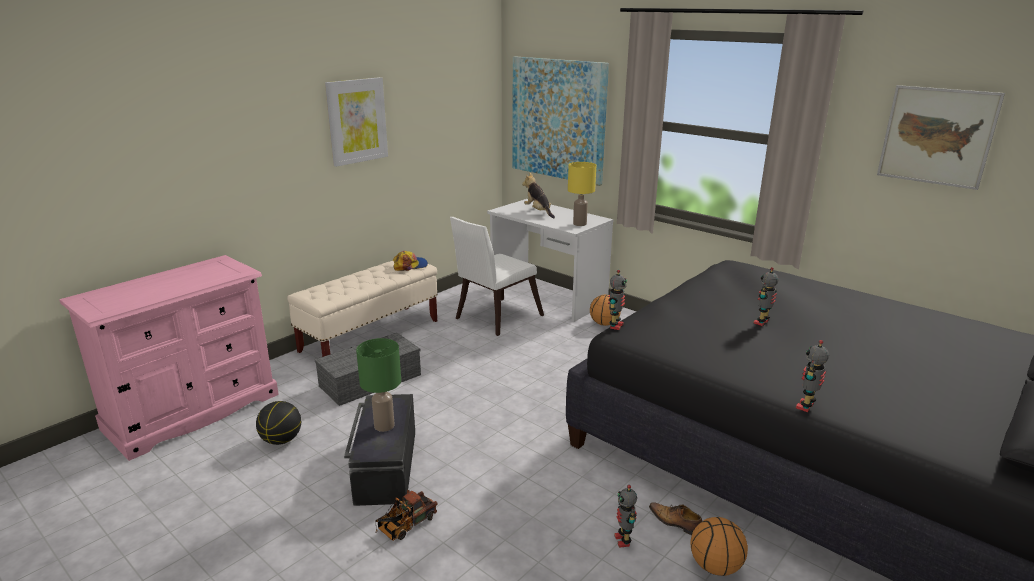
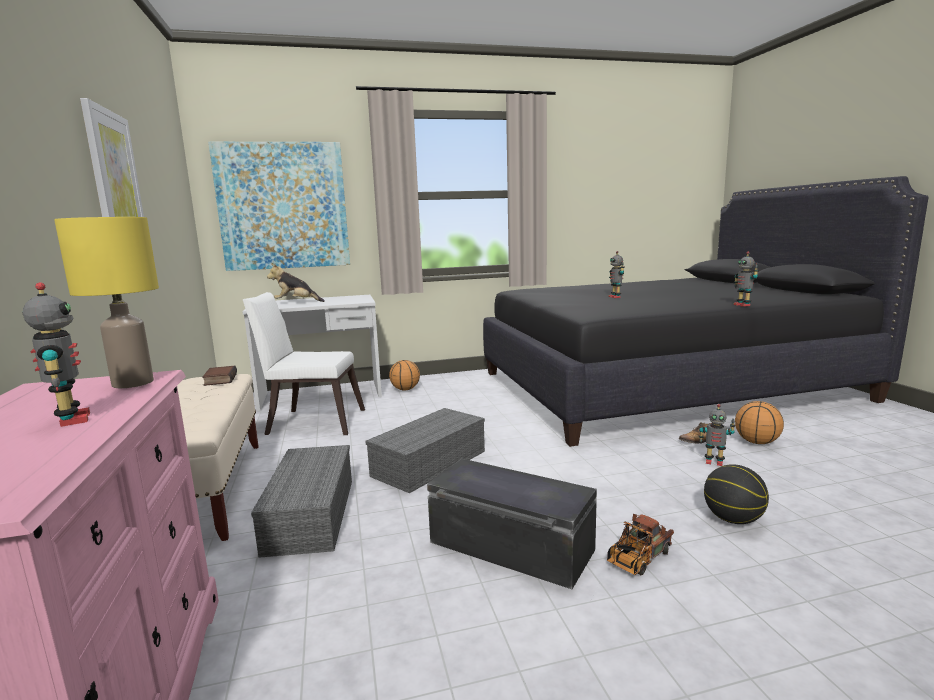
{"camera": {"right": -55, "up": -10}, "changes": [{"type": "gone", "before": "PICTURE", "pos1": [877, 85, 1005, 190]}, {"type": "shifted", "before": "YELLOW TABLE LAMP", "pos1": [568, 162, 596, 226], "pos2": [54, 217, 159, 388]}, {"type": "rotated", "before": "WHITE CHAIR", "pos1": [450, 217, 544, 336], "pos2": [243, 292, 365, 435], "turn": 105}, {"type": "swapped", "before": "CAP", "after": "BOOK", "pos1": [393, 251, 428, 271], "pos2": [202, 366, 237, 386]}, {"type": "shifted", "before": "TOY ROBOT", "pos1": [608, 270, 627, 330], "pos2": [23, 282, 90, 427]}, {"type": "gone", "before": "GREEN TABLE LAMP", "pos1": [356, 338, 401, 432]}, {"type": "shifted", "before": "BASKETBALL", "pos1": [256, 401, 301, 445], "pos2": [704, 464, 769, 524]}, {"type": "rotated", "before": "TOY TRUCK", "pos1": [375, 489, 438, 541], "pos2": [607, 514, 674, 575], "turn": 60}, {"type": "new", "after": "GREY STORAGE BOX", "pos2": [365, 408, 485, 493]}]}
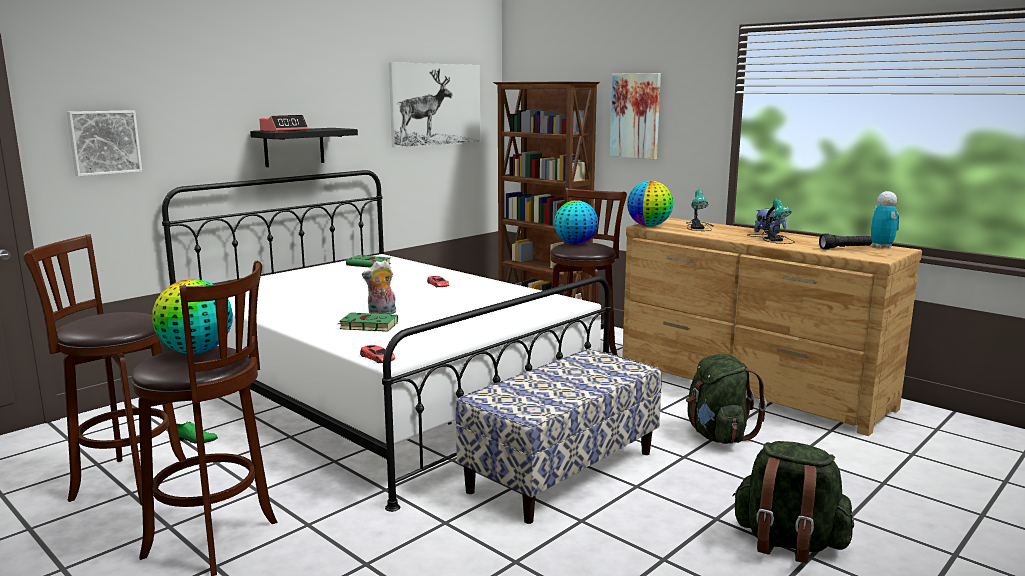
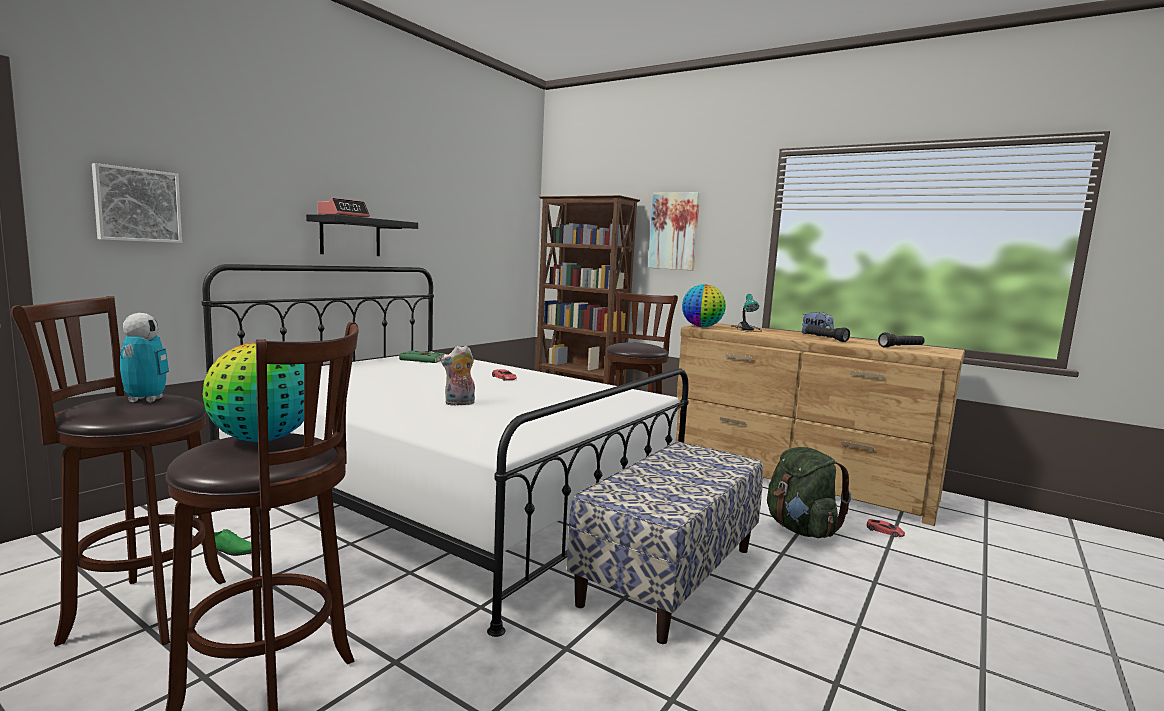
{"camera": {"right": -10, "up": -5}, "changes": [{"type": "gone", "before": "PICTURE", "pos1": [389, 62, 480, 147]}, {"type": "shifted", "before": "TOY ROBOT", "pos1": [871, 191, 899, 248], "pos2": [120, 313, 169, 403]}, {"type": "swapped", "before": "TABLE LAMP", "after": "BLACK FLASHLIGHT", "pos1": [747, 199, 795, 244], "pos2": [805, 325, 850, 342]}, {"type": "gone", "before": "GLOBE", "pos1": [554, 201, 598, 245]}, {"type": "gone", "before": "GREEN BOOK", "pos1": [338, 312, 398, 332]}, {"type": "shifted", "before": "RED TOY CAR", "pos1": [360, 345, 395, 363], "pos2": [867, 519, 905, 537]}, {"type": "gone", "before": "GREEN BACKPACK", "pos1": [732, 441, 854, 563]}]}
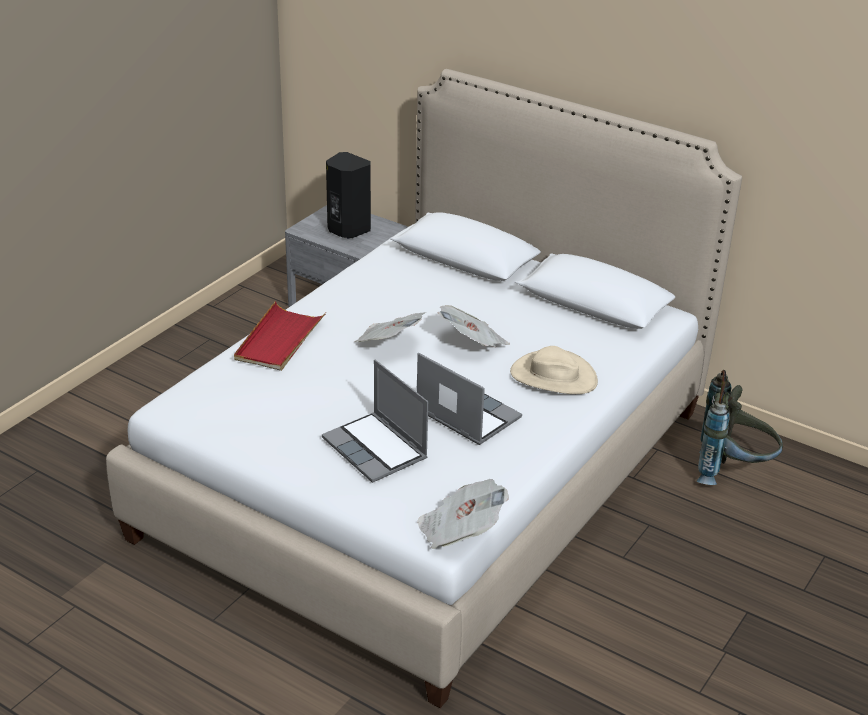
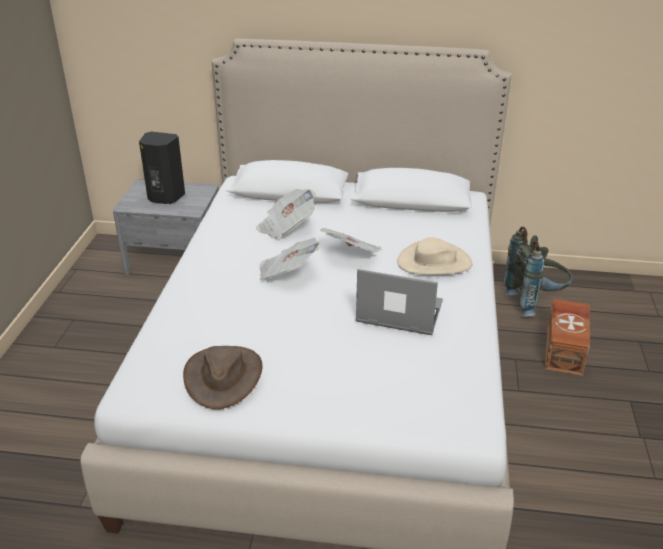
{"camera": {"right": -25, "up": 0}, "changes": [{"type": "gone", "before": "RED TRAY", "pos1": [234, 301, 326, 371]}, {"type": "gone", "before": "LAPTOP", "pos1": [322, 360, 428, 483]}, {"type": "shifted", "before": "NEWSPAPER", "pos1": [417, 479, 509, 549], "pos2": [256, 189, 316, 239]}, {"type": "new", "after": "BROWN STORAGE BOX", "pos2": [545, 299, 590, 376]}, {"type": "new", "after": "BROWN HAT", "pos2": [183, 346, 263, 409]}]}
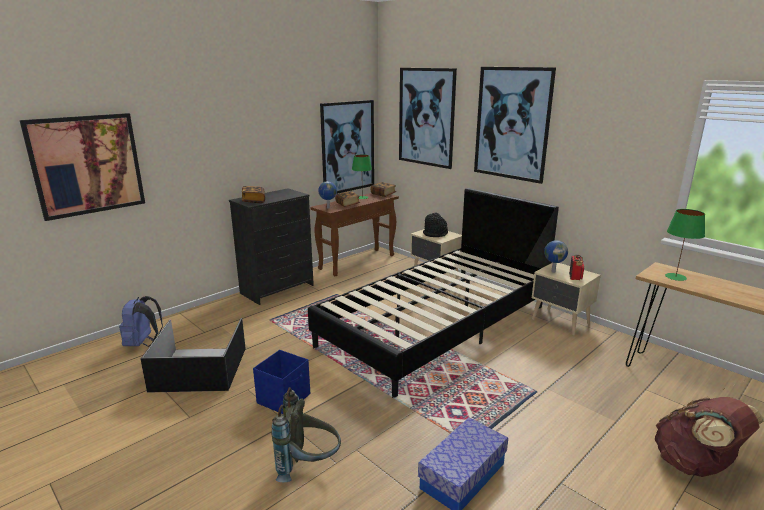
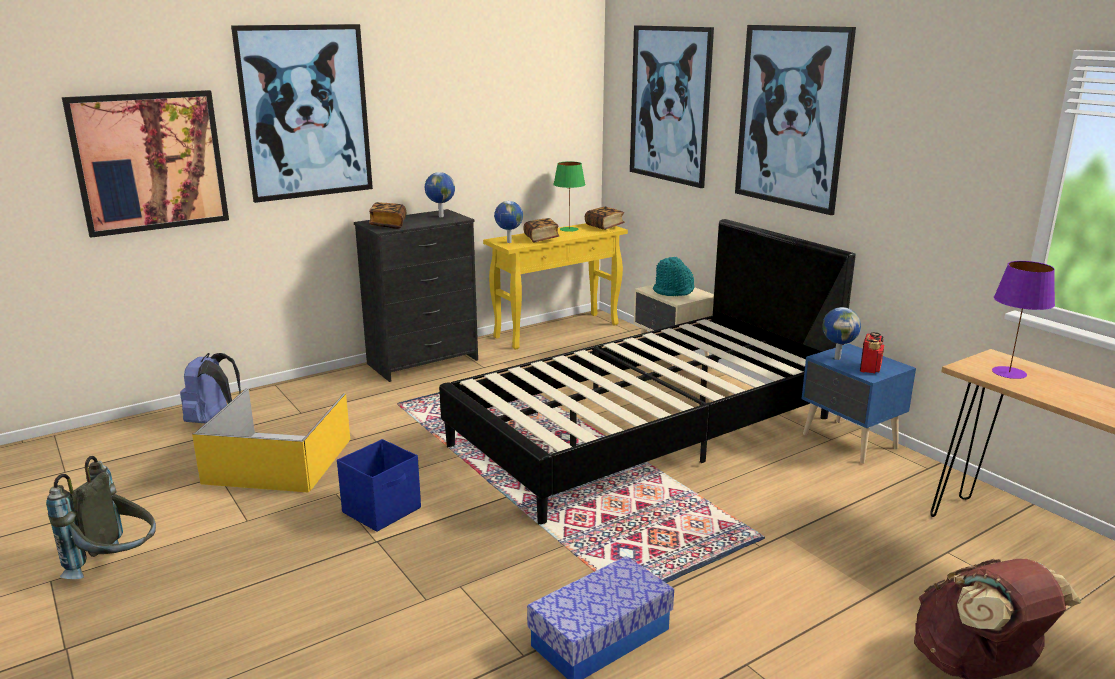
{"camera": {"right": 10, "up": 0}, "changes": [{"type": "shifted", "before": "PICTURE", "pos1": [320, 100, 374, 194], "pos2": [231, 24, 373, 203]}, {"type": "repainted", "before": "BROWN CONSOLE TABLE", "after": "YELLOW CONSOLE TABLE", "pos1": [310, 193, 399, 276], "pos2": [483, 223, 628, 350]}, {"type": "repainted", "before": "GREEN TABLE LAMP", "after": "PURPLE TABLE LAMP", "pos1": [665, 209, 705, 281], "pos2": [992, 261, 1055, 379]}, {"type": "repainted", "before": "BLACK HAT", "after": "TURQUOISE HAT", "pos1": [423, 212, 448, 237], "pos2": [653, 257, 694, 296]}, {"type": "repainted", "before": "BEIGE NIGHTSTAND", "after": "BLUE NIGHTSTAND", "pos1": [532, 263, 601, 335], "pos2": [801, 344, 916, 464]}, {"type": "repainted", "before": "BLACK STORAGE BOX", "after": "YELLOW STORAGE BOX", "pos1": [140, 318, 246, 393], "pos2": [192, 388, 350, 493]}, {"type": "shifted", "before": "GREY BACKPACK", "pos1": [271, 387, 341, 482], "pos2": [46, 456, 156, 579]}, {"type": "new", "after": "GLOBE", "pos2": [425, 172, 455, 217]}]}
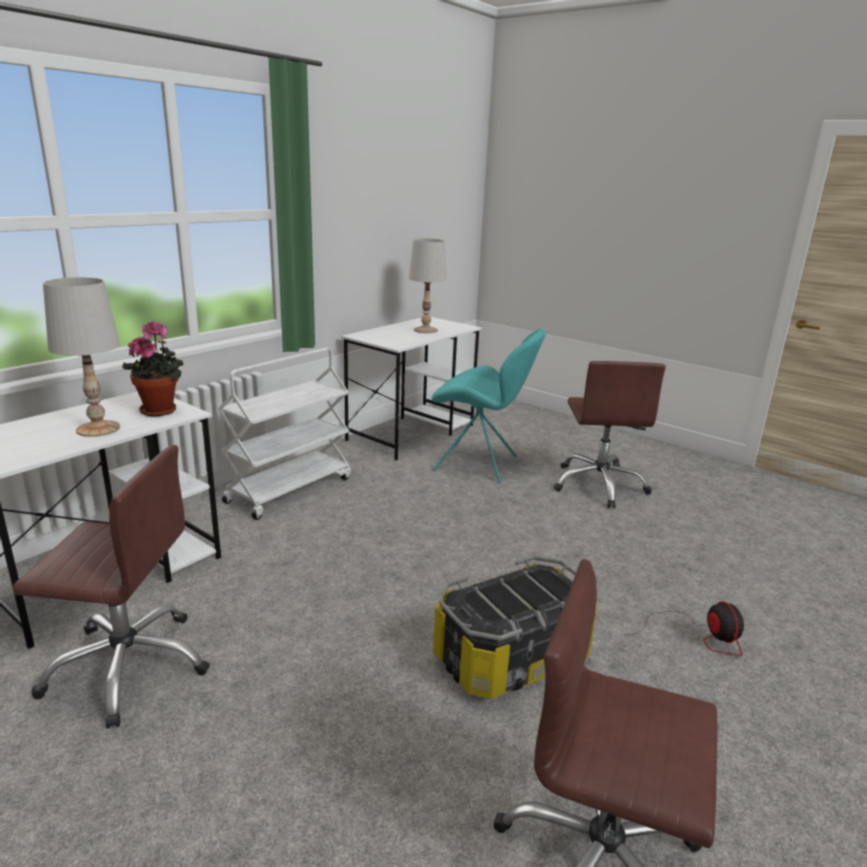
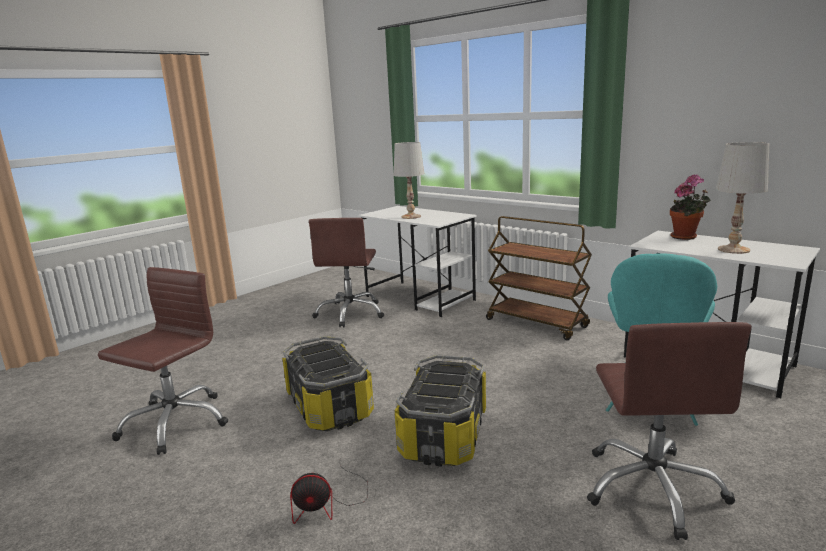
{"camera": {"right": 95, "up": -5}, "changes": [{"type": "shifted", "before": "POTTED PLANT", "pos1": [122, 321, 183, 417], "pos2": [670, 174, 711, 240]}, {"type": "repainted", "before": "WHITE CART", "after": "BROWN CART", "pos1": [218, 348, 351, 520], "pos2": [486, 216, 592, 340]}, {"type": "rotated", "before": "BROWN OFFICE CHAIR", "pos1": [553, 361, 666, 508], "pos2": [587, 322, 752, 540], "turn": -90}, {"type": "new", "after": "STORAGE BOX", "pos2": [395, 355, 486, 467]}]}
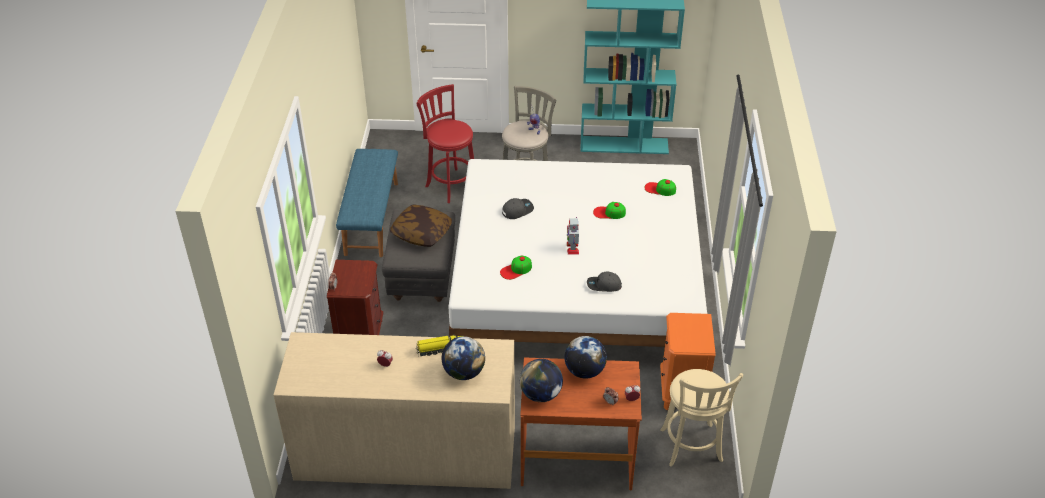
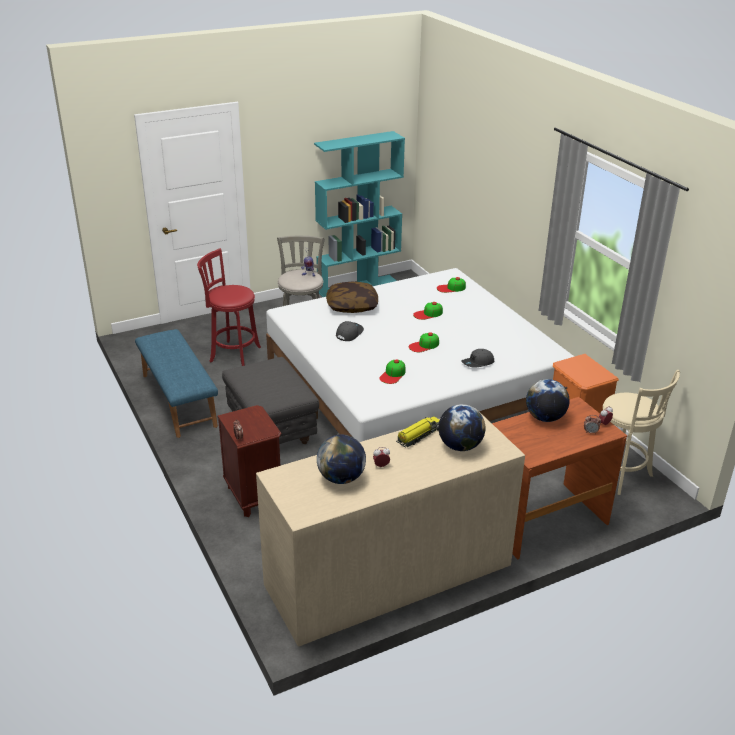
{"camera": {"right": -30, "up": -10}, "changes": [{"type": "shifted", "before": "PILLOW", "pos1": [390, 205, 452, 247], "pos2": [326, 282, 378, 313]}, {"type": "swapped", "before": "TOY ROBOT", "after": "CAP", "pos1": [567, 217, 579, 255], "pos2": [409, 332, 439, 352]}, {"type": "shifted", "before": "GLOBE", "pos1": [520, 359, 563, 402], "pos2": [317, 435, 366, 484]}]}
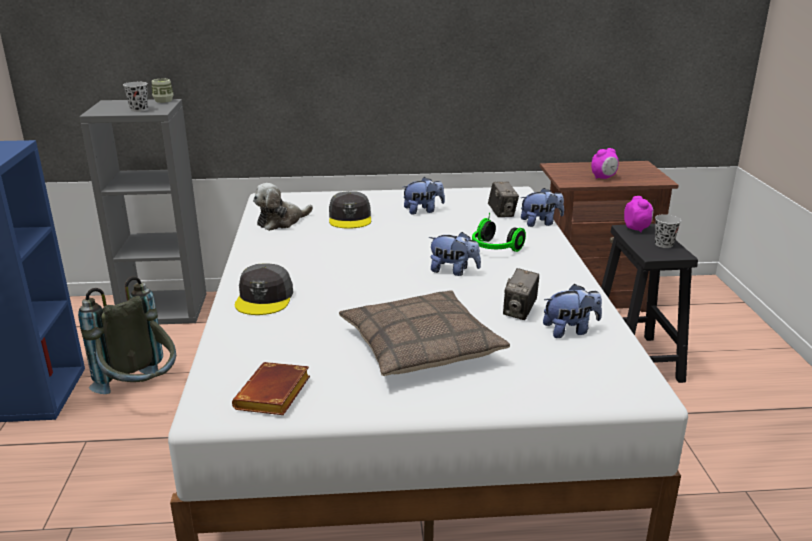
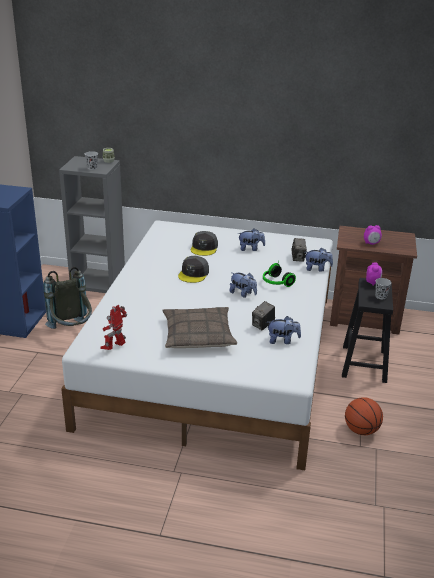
{"camera": {"right": 15, "up": 5}, "changes": [{"type": "gone", "before": "PLUSH TOY", "pos1": [253, 183, 313, 231]}, {"type": "shifted", "before": "GREY CAP", "pos1": [235, 263, 293, 315], "pos2": [178, 256, 209, 283]}, {"type": "swapped", "before": "BROWN BOOK", "after": "TOY ROBOT", "pos1": [232, 362, 310, 415], "pos2": [101, 305, 127, 350]}, {"type": "new", "after": "BASKETBALL", "pos2": [345, 397, 383, 435]}]}
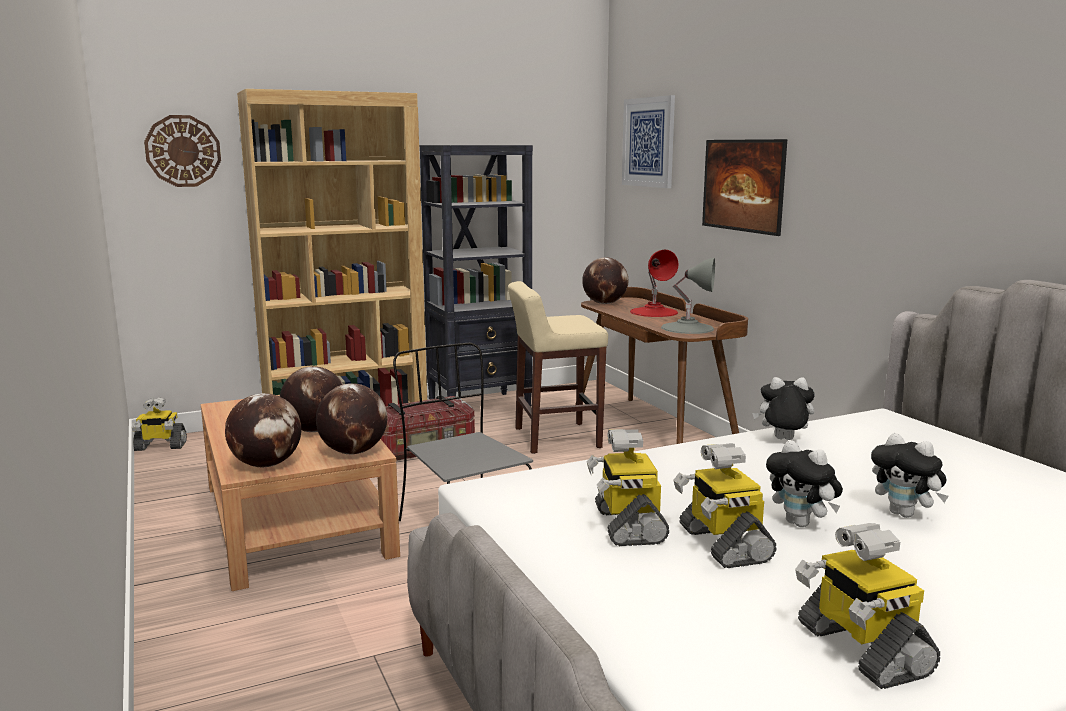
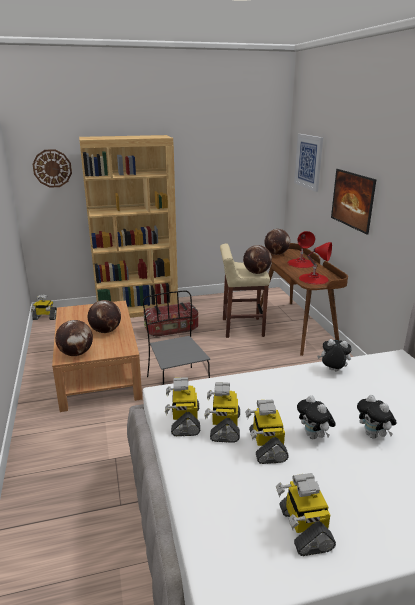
{"camera": {"right": 10, "up": 10}, "changes": [{"type": "gone", "before": "BLACK BOOKCASE", "pos1": [420, 145, 533, 407]}, {"type": "repainted", "before": "GREY TABLE LAMP", "after": "RED TABLE LAMP", "pos1": [661, 258, 715, 334], "pos2": [299, 242, 332, 284]}, {"type": "shifted", "before": "GLOBE", "pos1": [316, 383, 388, 454], "pos2": [243, 245, 272, 274]}, {"type": "new", "after": "TOY ROBOT", "pos2": [165, 377, 200, 436]}]}
